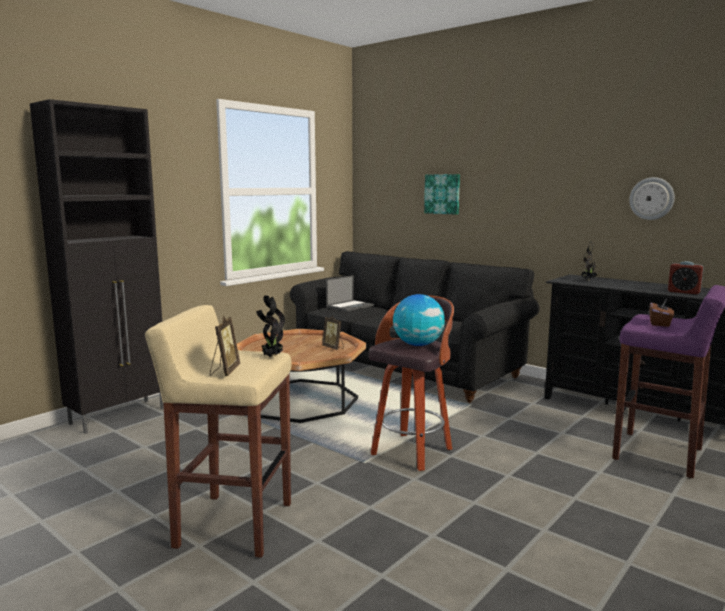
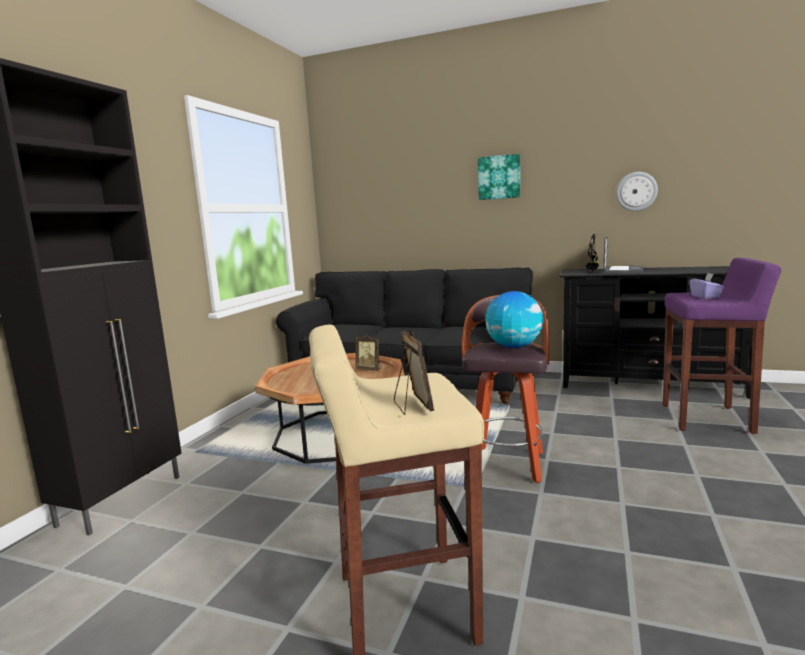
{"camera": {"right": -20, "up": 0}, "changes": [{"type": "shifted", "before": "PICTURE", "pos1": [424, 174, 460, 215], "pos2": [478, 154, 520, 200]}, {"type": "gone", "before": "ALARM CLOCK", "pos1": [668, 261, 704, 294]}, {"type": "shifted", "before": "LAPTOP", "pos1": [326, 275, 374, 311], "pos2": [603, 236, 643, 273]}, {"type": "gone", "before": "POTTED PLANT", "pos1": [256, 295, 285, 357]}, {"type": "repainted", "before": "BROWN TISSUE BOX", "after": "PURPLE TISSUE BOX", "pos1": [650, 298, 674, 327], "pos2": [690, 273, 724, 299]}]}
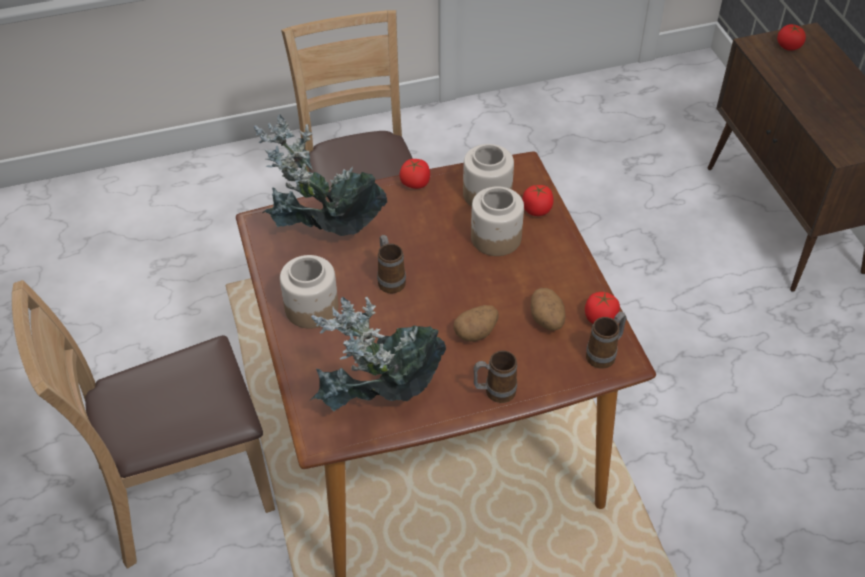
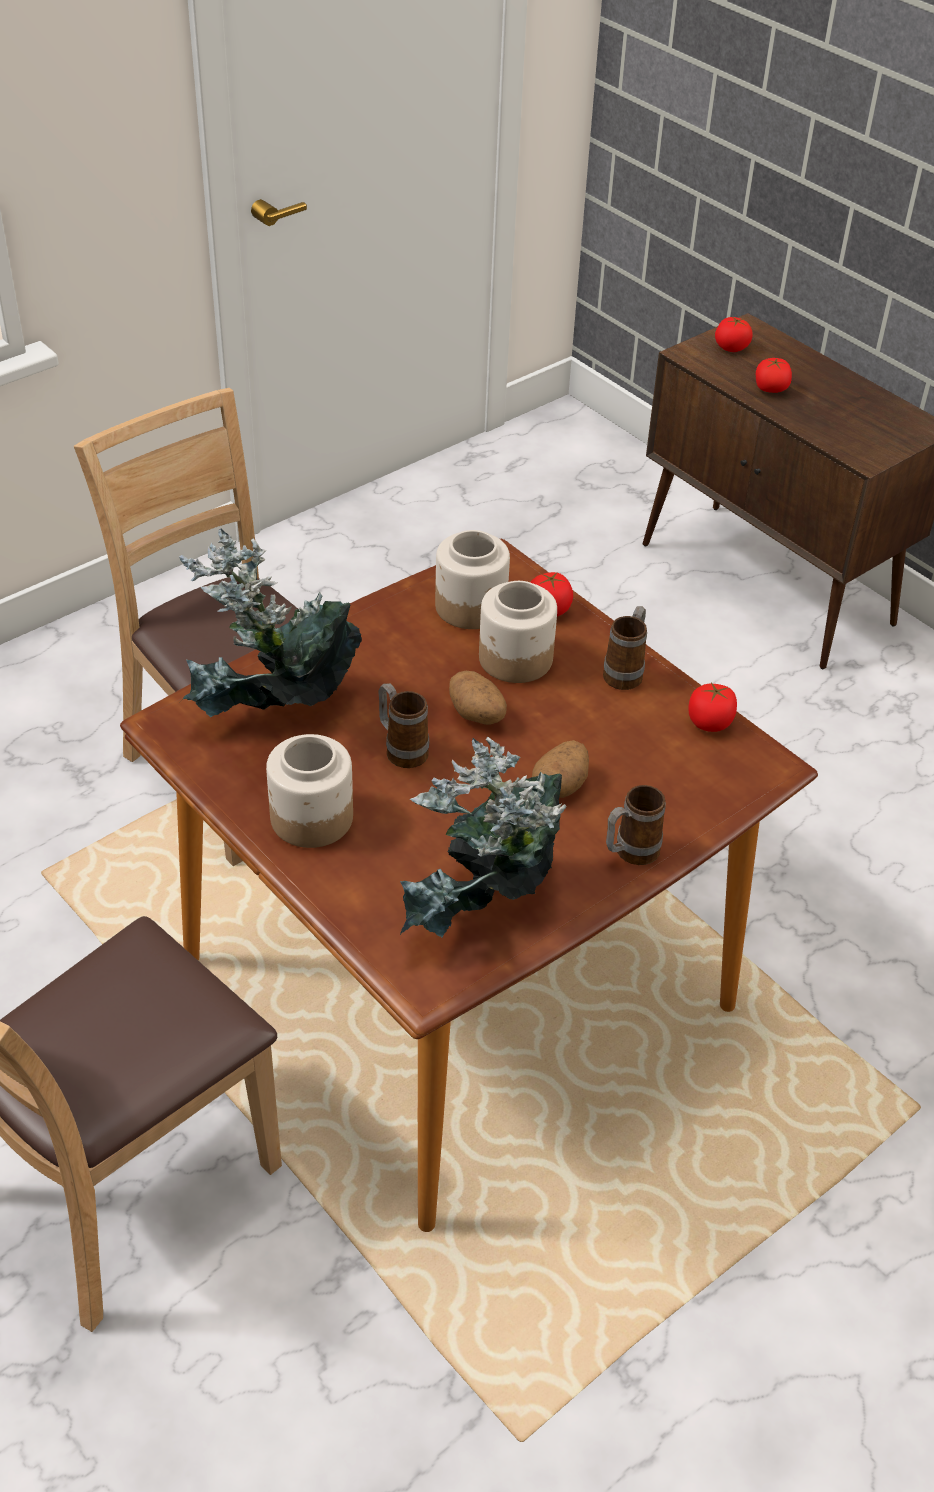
{"camera": {"right": -25, "up": -5}, "changes": [{"type": "shifted", "before": "TOMATO", "pos1": [399, 159, 430, 189], "pos2": [756, 358, 792, 393]}, {"type": "shifted", "before": "POTATO", "pos1": [531, 288, 566, 331], "pos2": [449, 671, 507, 725]}, {"type": "shifted", "before": "MUG", "pos1": [586, 312, 627, 369], "pos2": [603, 606, 647, 690]}]}
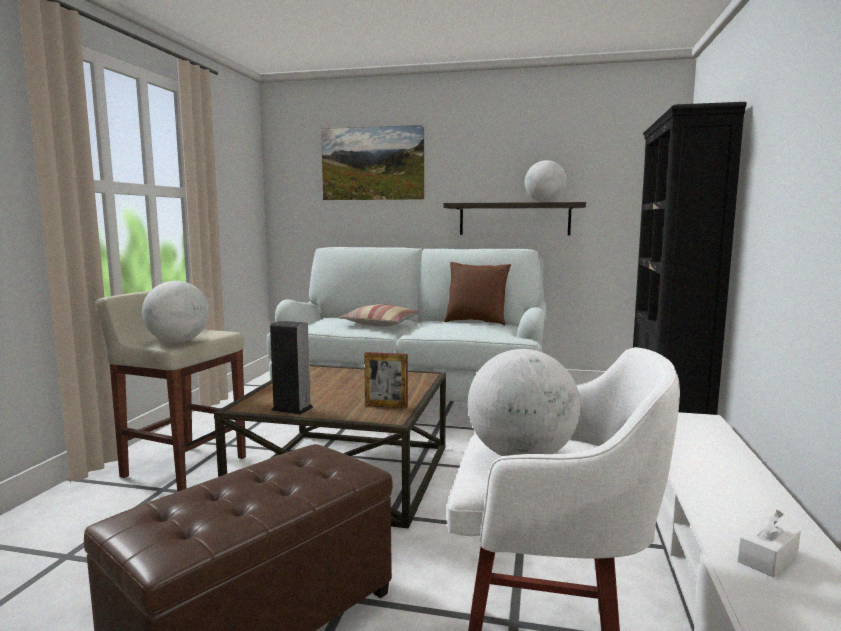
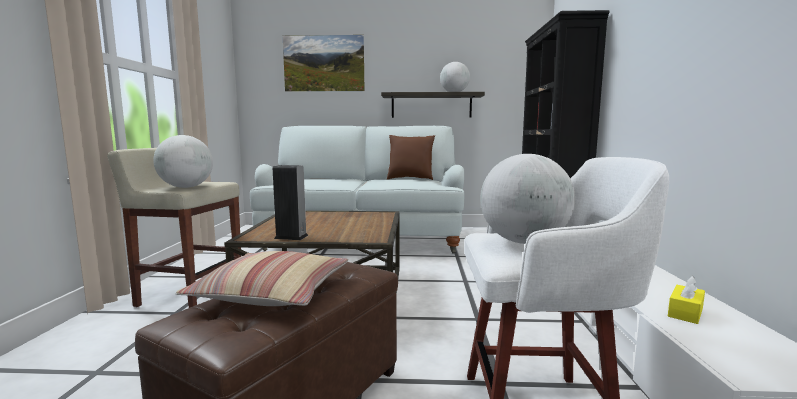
{"camera": {"right": -10, "up": 0}, "changes": [{"type": "shifted", "before": "PILLOW", "pos1": [339, 304, 420, 327], "pos2": [176, 251, 348, 306]}, {"type": "gone", "before": "PICTURE FRAME", "pos1": [364, 352, 408, 408]}, {"type": "repainted", "before": "WHITE TISSUE BOX", "after": "YELLOW TISSUE BOX", "pos1": [738, 510, 801, 577], "pos2": [668, 276, 705, 324]}]}
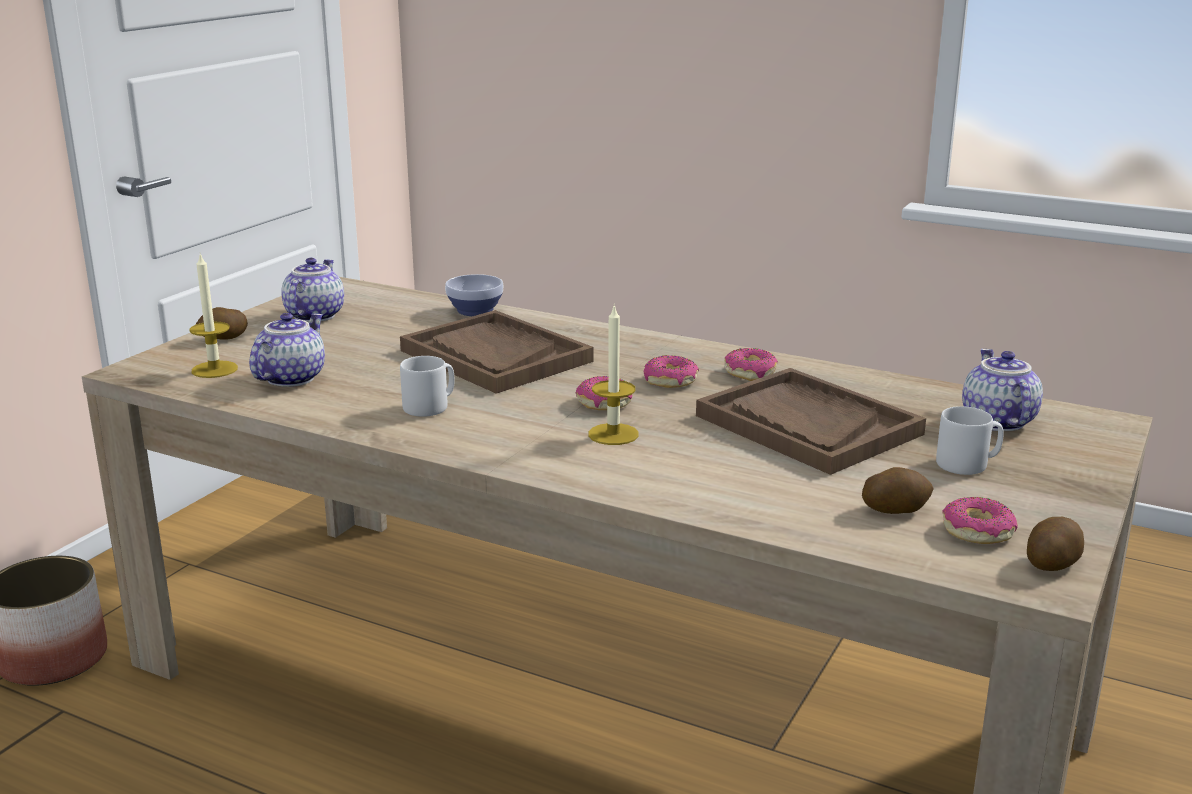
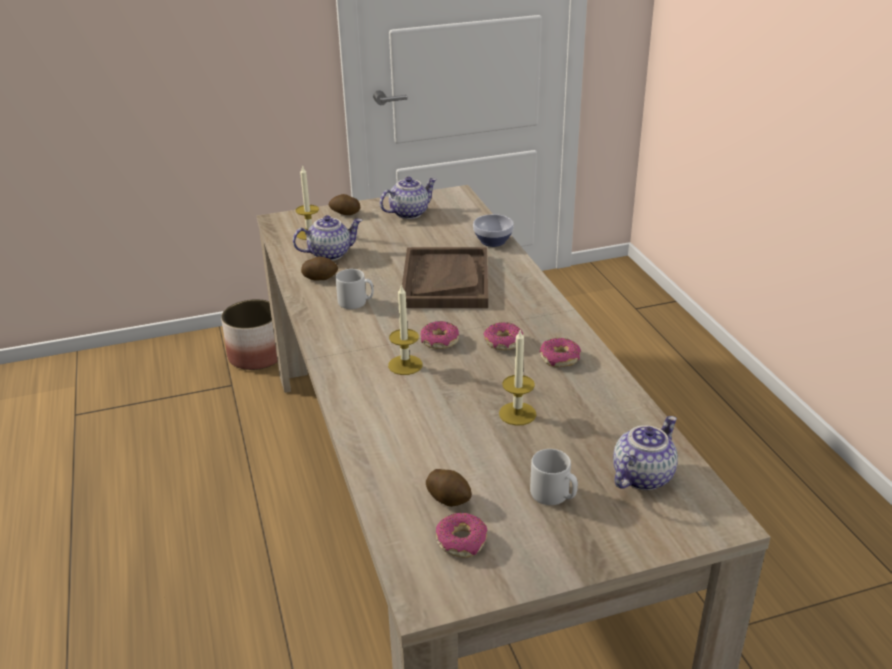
{"camera": {"right": 45, "up": 10}, "changes": [{"type": "swapped", "before": "BROWN TRAY", "after": "CANDLE", "pos1": [696, 368, 926, 475], "pos2": [499, 330, 536, 426]}, {"type": "shifted", "before": "POTATO", "pos1": [1027, 517, 1084, 571], "pos2": [301, 257, 338, 280]}]}
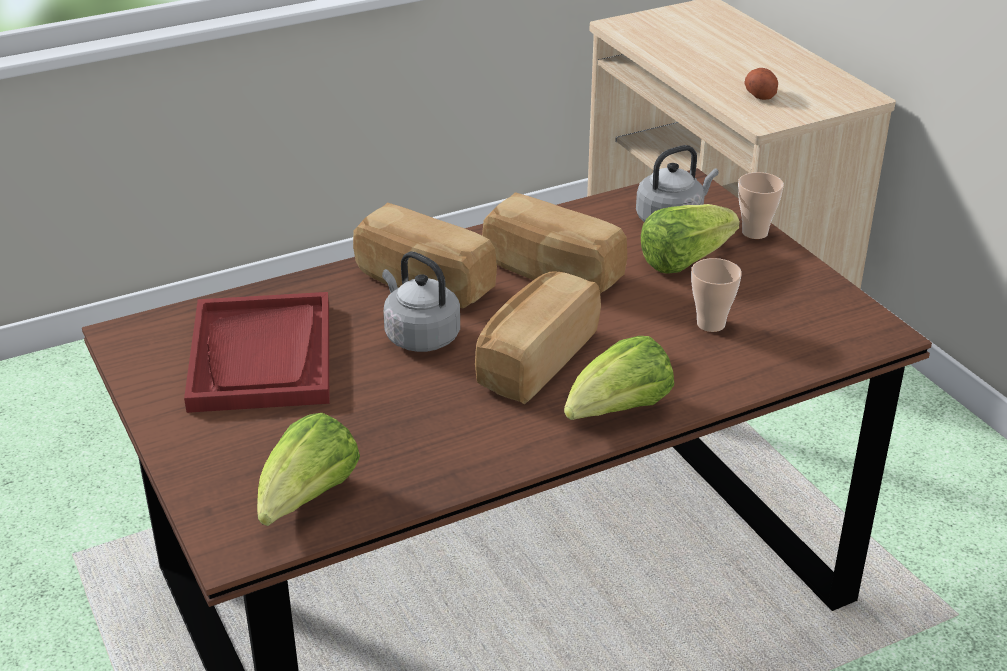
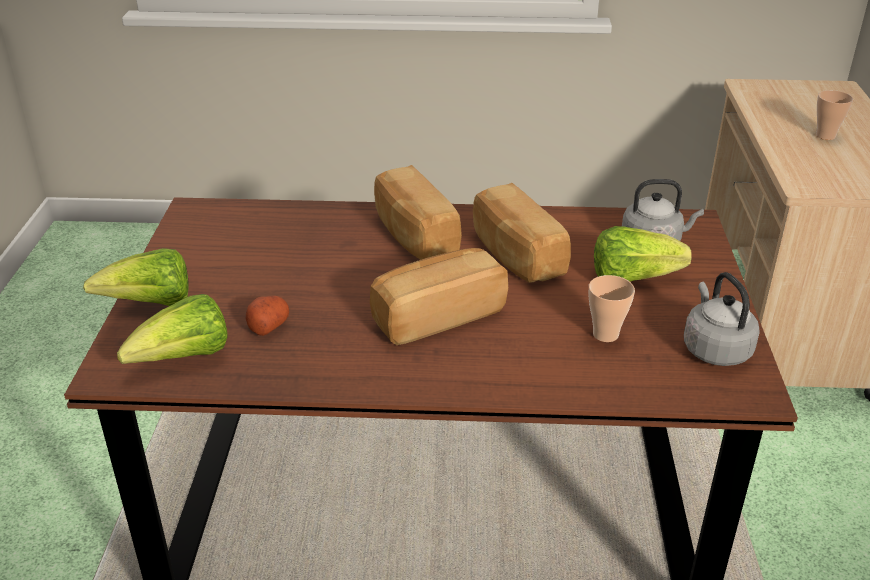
{"camera": {"right": 30, "up": 0}, "changes": [{"type": "shifted", "before": "POTATO", "pos1": [745, 68, 778, 100], "pos2": [246, 296, 289, 336]}, {"type": "shifted", "before": "CUP", "pos1": [738, 172, 784, 239], "pos2": [816, 90, 854, 140]}, {"type": "shifted", "before": "GREY KETTLE", "pos1": [382, 252, 460, 352], "pos2": [684, 272, 760, 366]}, {"type": "gone", "before": "RED TRAY", "pos1": [184, 292, 329, 413]}, {"type": "shifted", "before": "LETTUCE", "pos1": [564, 336, 674, 420], "pos2": [83, 248, 188, 306]}]}
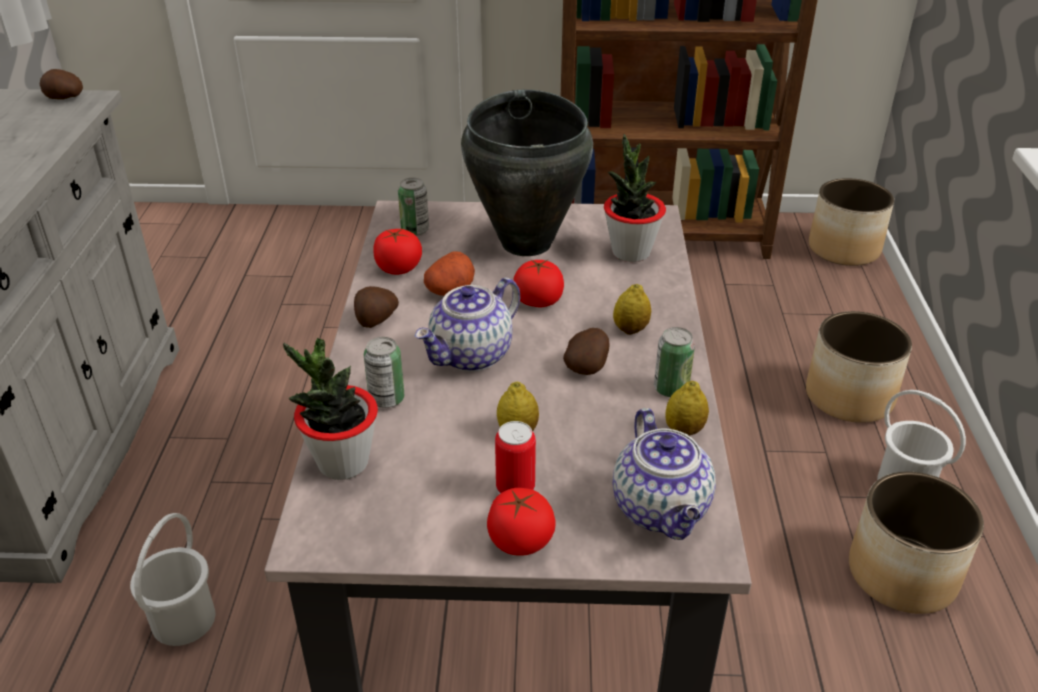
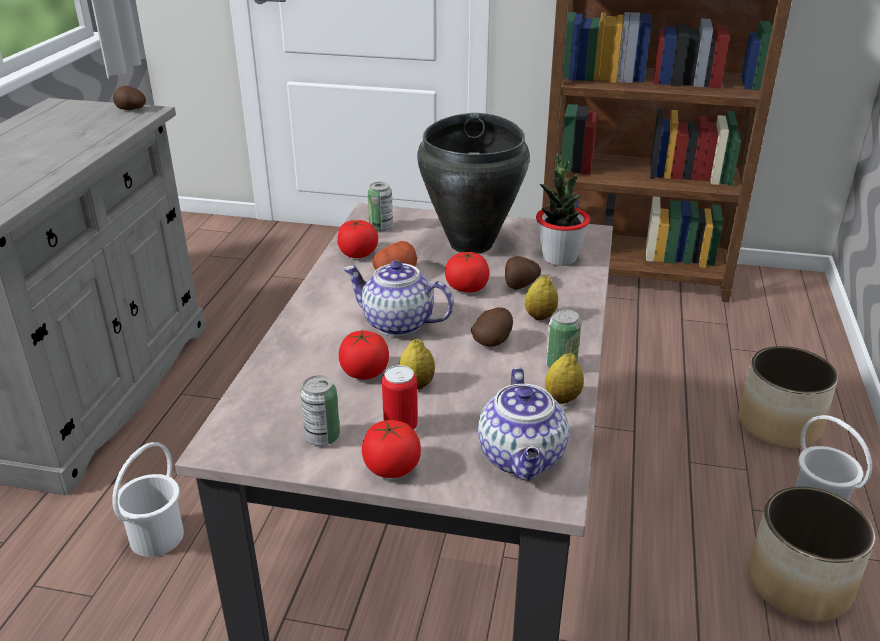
{"camera": {"right": 10, "up": -5}, "changes": [{"type": "gone", "before": "PLANTER", "pos1": [809, 178, 894, 266]}, {"type": "rotated", "before": "TEAPOT", "pos1": [415, 278, 520, 372], "pos2": [343, 260, 454, 336], "turn": 60}, {"type": "shifted", "before": "POTATO", "pos1": [354, 286, 399, 328], "pos2": [505, 256, 541, 290]}, {"type": "shifted", "before": "CAN", "pos1": [364, 337, 404, 408], "pos2": [300, 375, 340, 446]}, {"type": "gone", "before": "POTTED PLANT", "pos1": [283, 338, 378, 480]}, {"type": "new", "after": "TOMATO", "pos2": [339, 331, 389, 380]}]}
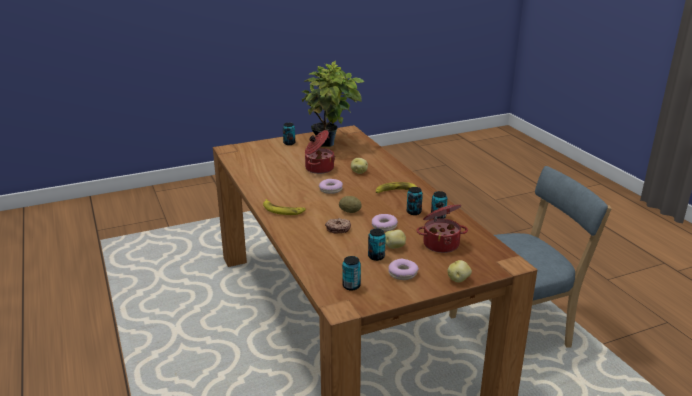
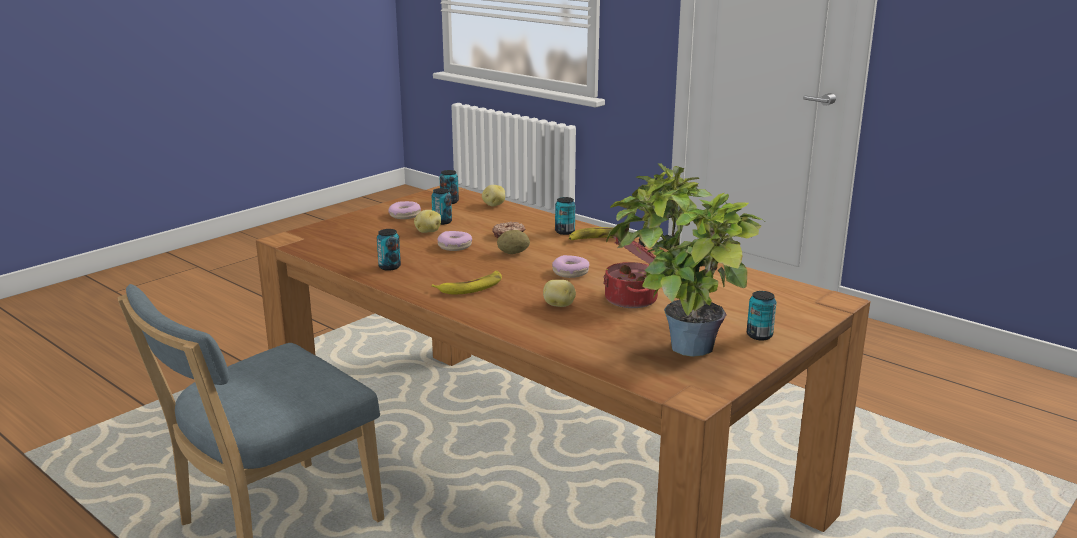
{"camera": {"right": 155, "up": -5}, "changes": [{"type": "shifted", "before": "CAN", "pos1": [407, 187, 423, 215], "pos2": [555, 197, 575, 235]}, {"type": "gone", "before": "COOKING POT", "pos1": [416, 202, 468, 253]}, {"type": "shifted", "before": "POTATO", "pos1": [448, 260, 472, 283], "pos2": [482, 185, 505, 206]}]}
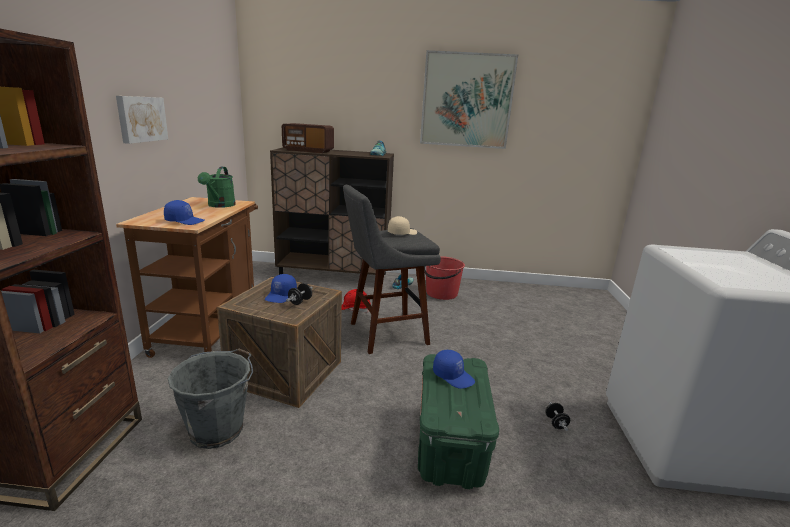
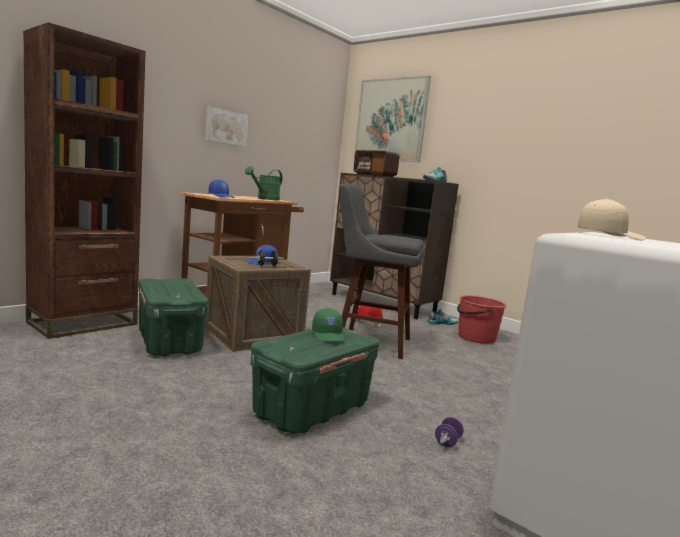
{"camera": {"right": 35, "up": -10}, "changes": [{"type": "shifted", "before": "PICTURE", "pos1": [420, 50, 518, 149], "pos2": [354, 75, 431, 162]}, {"type": "shifted", "before": "BEIGE CAP", "pos1": [388, 216, 417, 235], "pos2": [577, 199, 646, 240]}, {"type": "swapped", "before": "GREY BUCKET", "after": "GREEN STORAGE BOX", "pos1": [168, 348, 253, 449], "pos2": [138, 278, 209, 357]}, {"type": "repainted", "before": "BLUE CAP", "after": "GREEN CAP", "pos1": [433, 350, 475, 389], "pos2": [312, 308, 344, 342]}, {"type": "repainted", "before": "BLACK DUMBBELL", "after": "PURPLE DUMBBELL", "pos1": [545, 402, 570, 431], "pos2": [435, 417, 464, 447]}]}
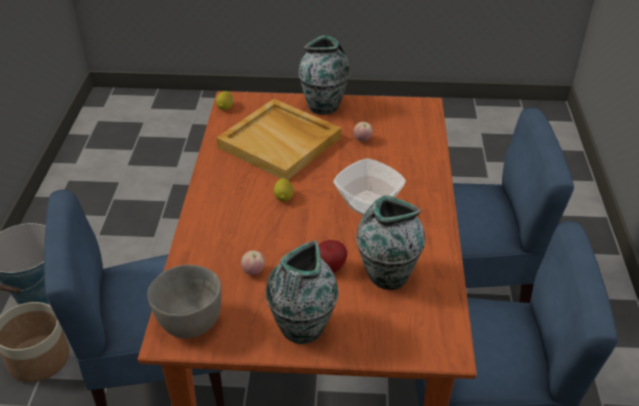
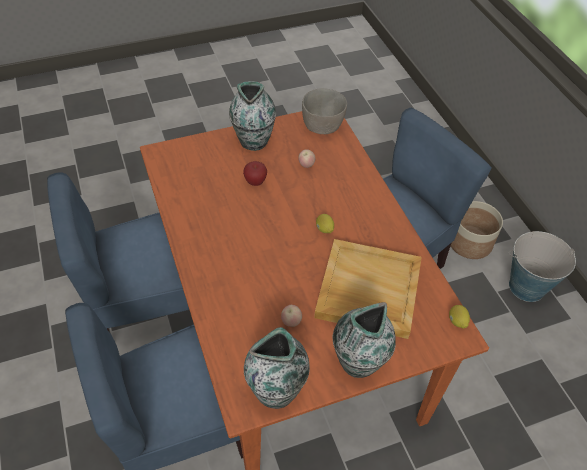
{"camera": {"right": 155, "up": 10}, "changes": [{"type": "gone", "before": "BOWL", "pos1": [333, 158, 406, 215]}, {"type": "shifted", "before": "VASE", "pos1": [356, 195, 425, 290], "pos2": [244, 327, 310, 409]}]}
